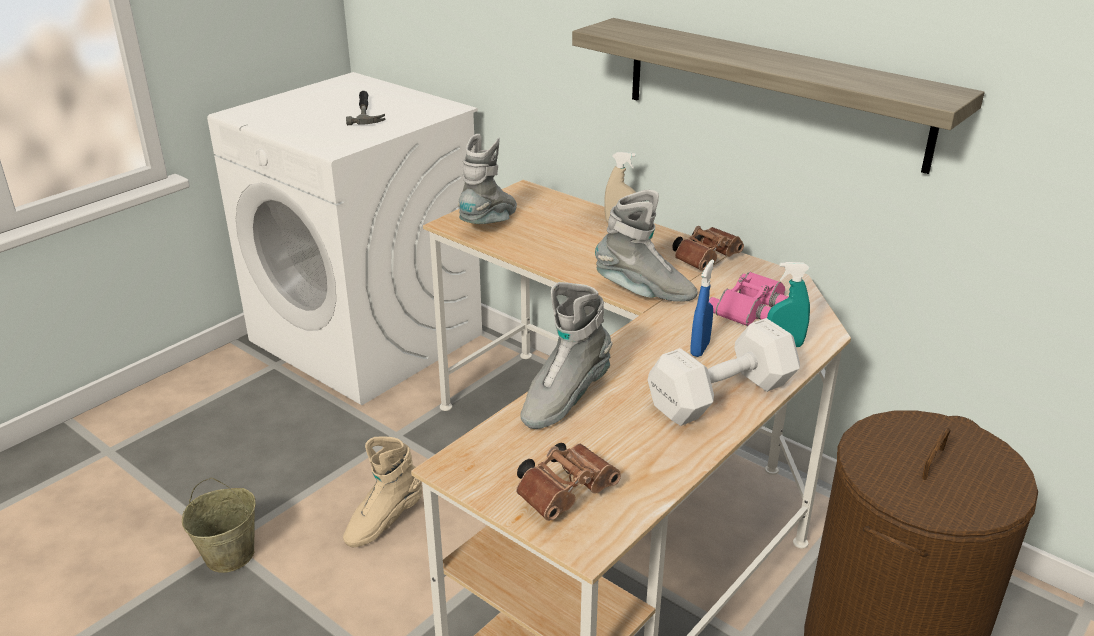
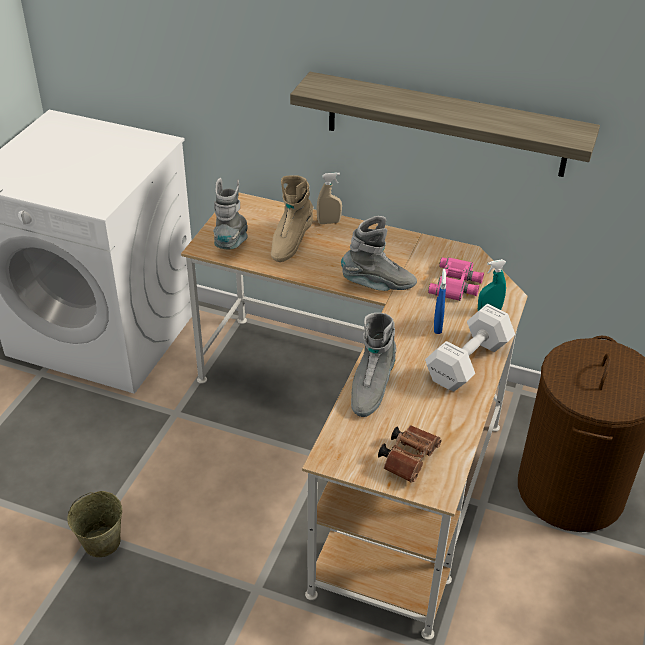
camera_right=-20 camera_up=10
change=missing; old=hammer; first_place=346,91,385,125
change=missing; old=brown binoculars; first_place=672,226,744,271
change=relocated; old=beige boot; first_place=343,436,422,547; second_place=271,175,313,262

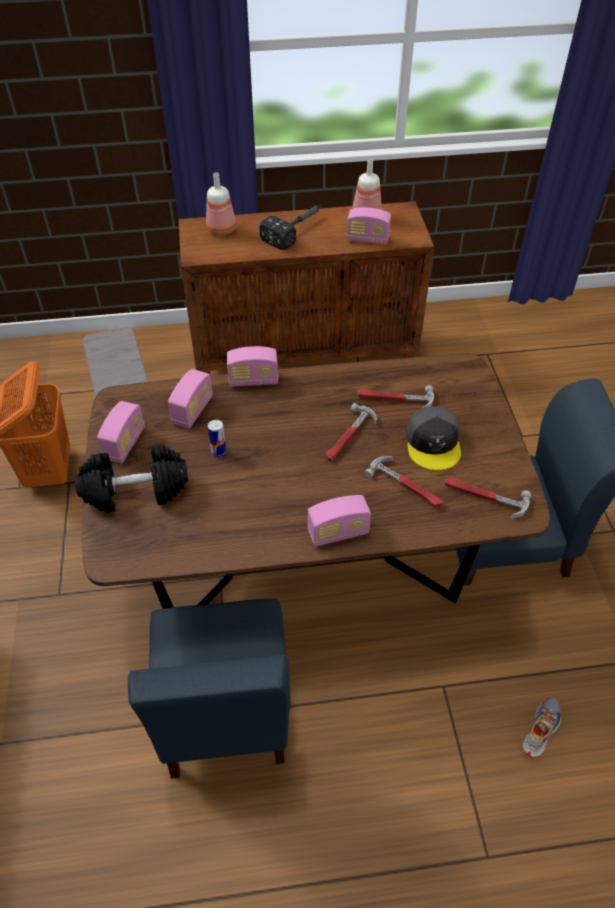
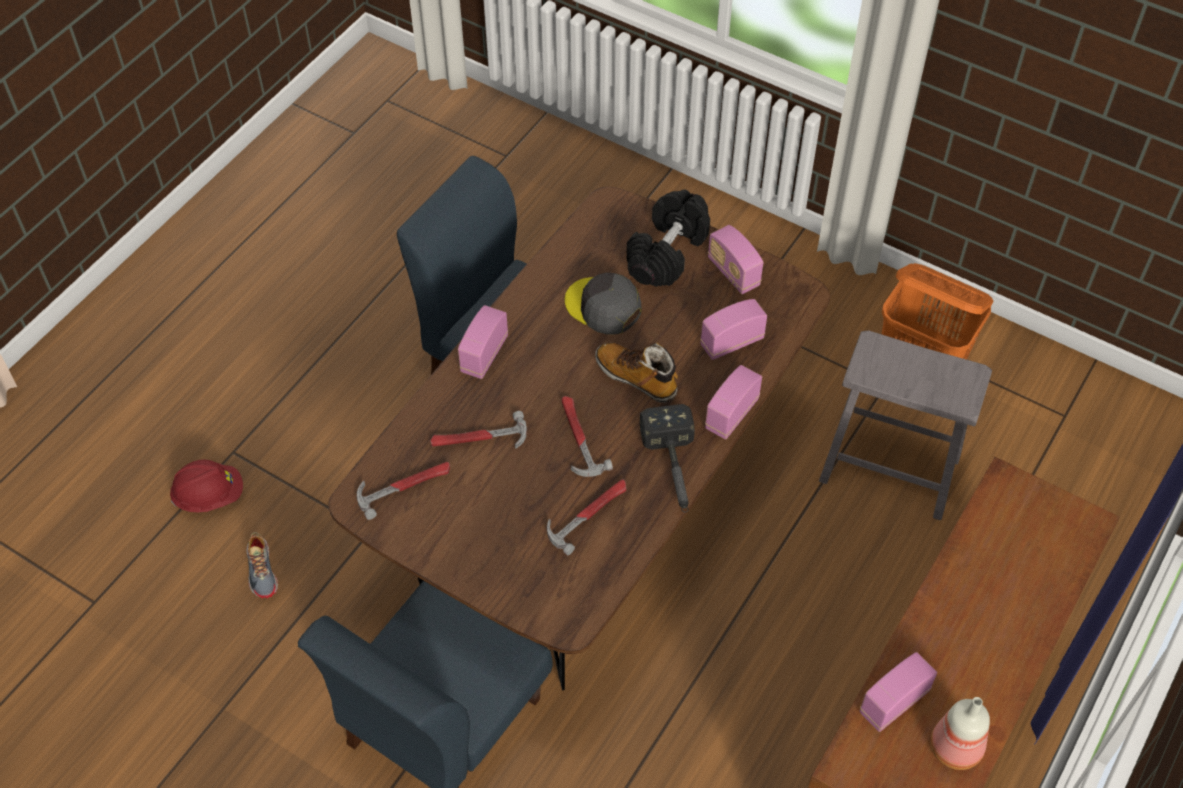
camera_right=130 camera_up=5
change=missing; old=bottle; first_place=206,172,236,236
change=relocated; old=hammer; first_place=259,206,321,250; second_place=640,404,695,512
change=spun; old=radio; first_place=168,369,213,429; second_place=700,299,767,360; degrees=90
change=relocated; old=grey cap; first_place=406,406,461,471; second_place=565,272,642,335
change=missing; old=can; first_place=208,420,226,457
change=appeared; new=boot; second_place=595,342,678,403
change=appeared; new=red hard hat; second_place=170,459,243,513

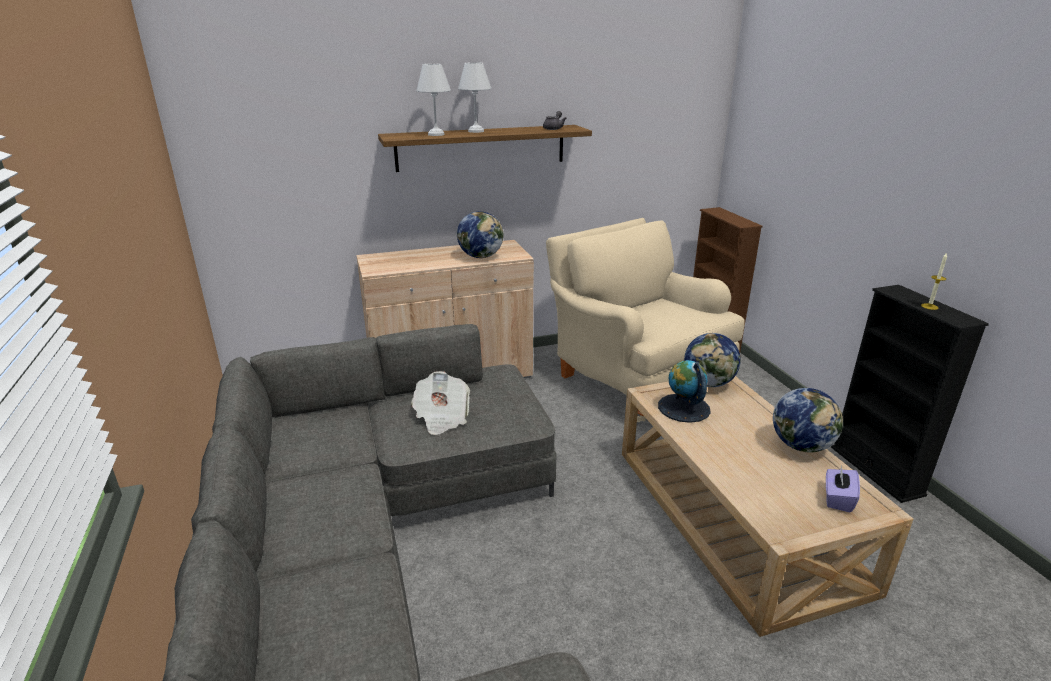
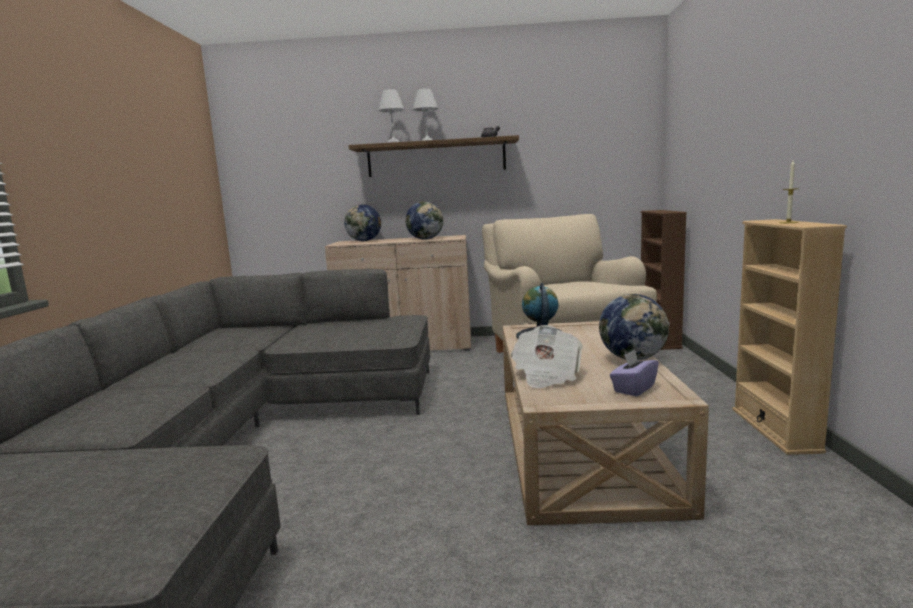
camera_right=20 camera_up=-15
change=colour; old=black bookcase; new=beige bookcase; first_place=831,285,989,503; second_place=732,219,847,455
change=relocated; old=globe; first_place=684,333,741,387; second_place=344,204,381,241
change=relocated; old=newspaper; first_place=411,371,470,435; second_place=511,325,583,388

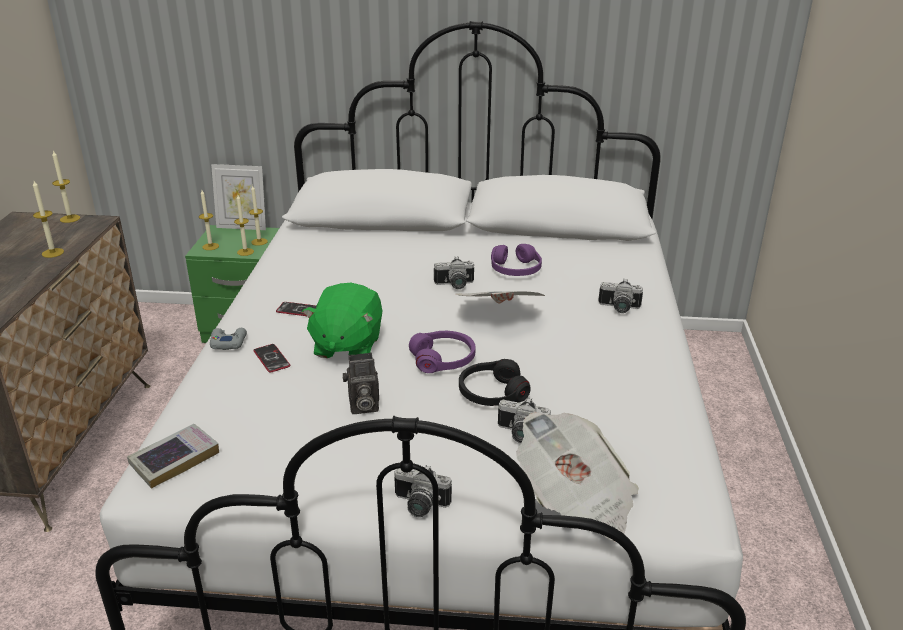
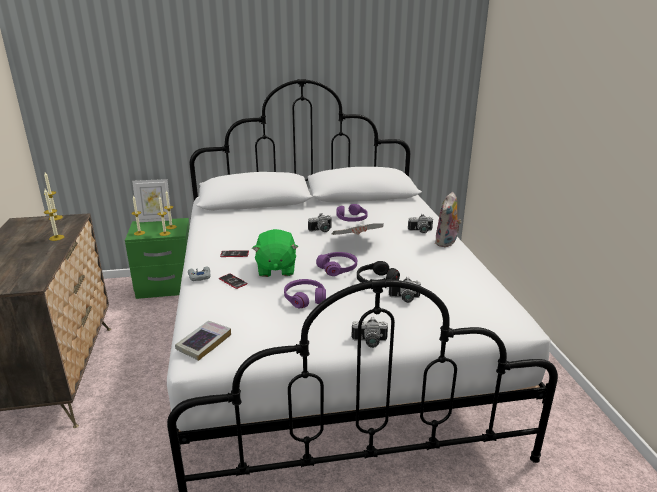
camera_right=-15 camera_up=-5
change=exchanged; old=photo camera; new=purple headphones; first_place=343,353,379,414; second_place=284,279,326,308
change=missing; old=newspaper; first_place=516,412,639,541
change=appeared; new=plush toy; second_place=435,192,462,247

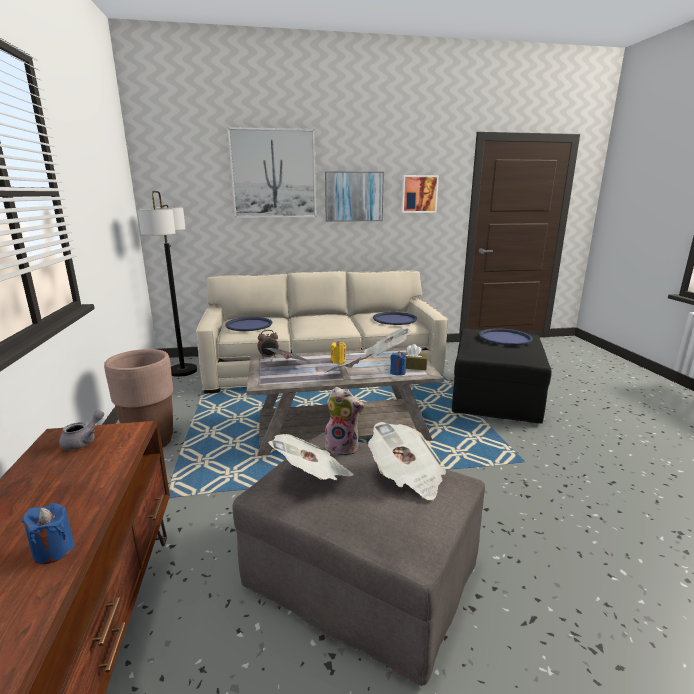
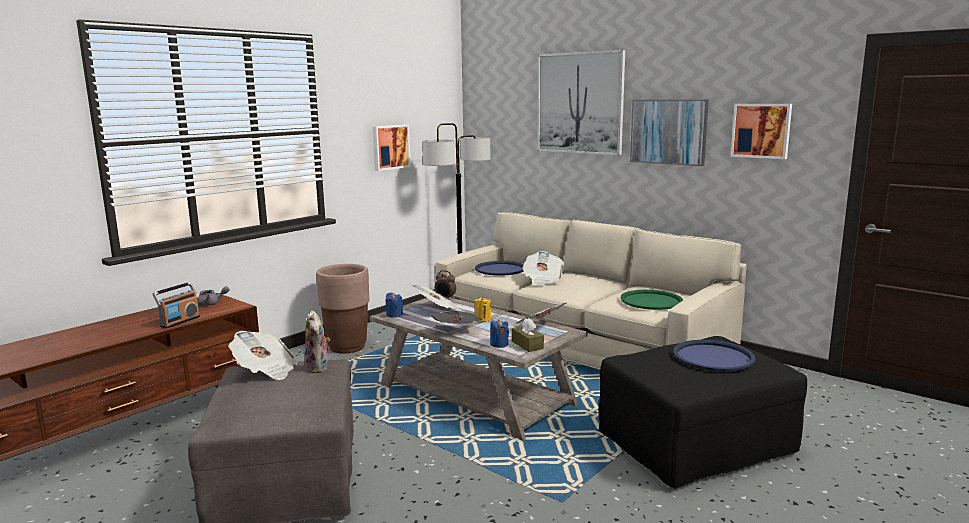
camera_right=50 camera_up=-5
change=colour; old=blue tray; new=green tray; first_place=373,312,417,325; second_place=621,290,683,310
change=relocated; old=newspaper; first_place=368,422,446,500; second_place=522,251,564,286
change=relocated; old=blue candle; first_place=22,503,75,564; second_place=385,293,403,318
change=appeared; new=picture; second_place=373,124,411,171
change=appeared; new=radio; second_place=153,282,200,328

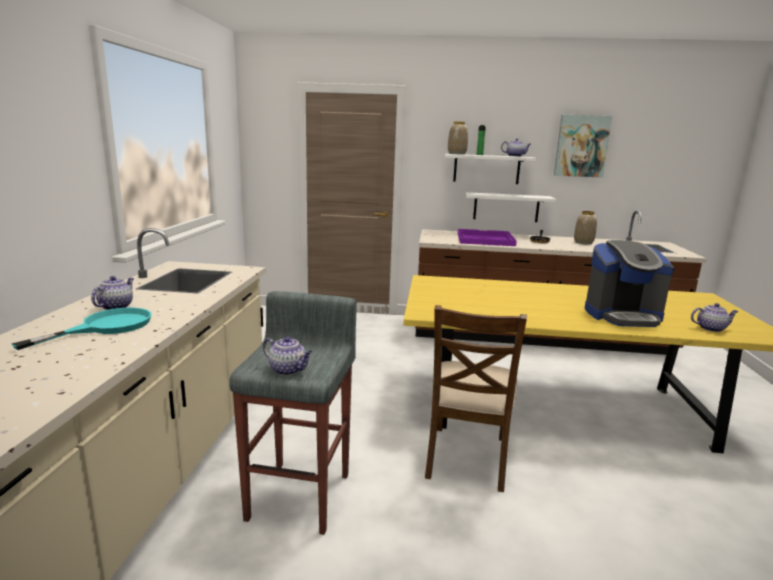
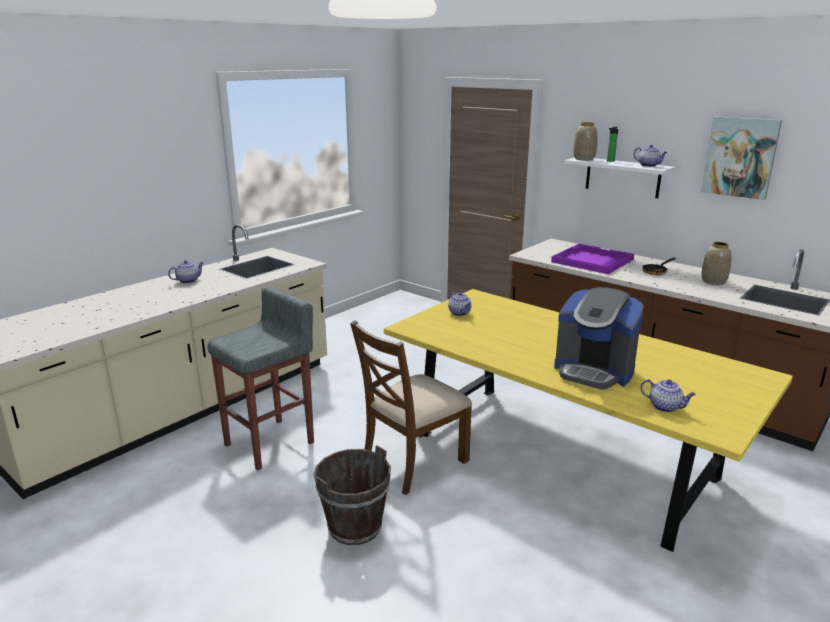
camera_right=35 camera_up=5
change=missing; old=white shelf; first_place=465,192,556,222
change=missing; old=turquoise frying pan; first_place=12,308,151,350
change=relocated; old=teapot; first_place=263,336,313,375; second_place=448,292,472,316
change=appeared; new=brown bucket; second_place=314,445,391,545

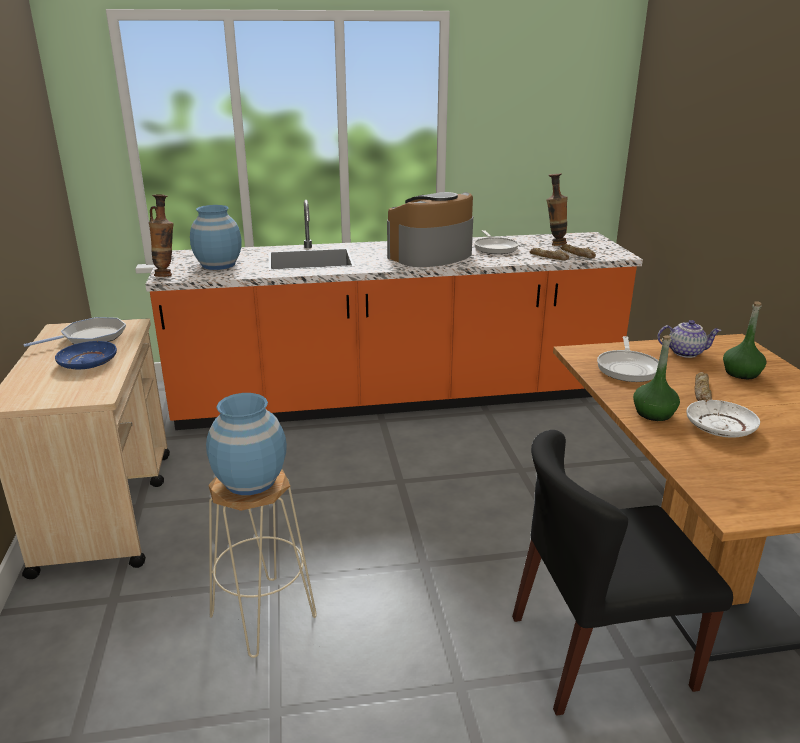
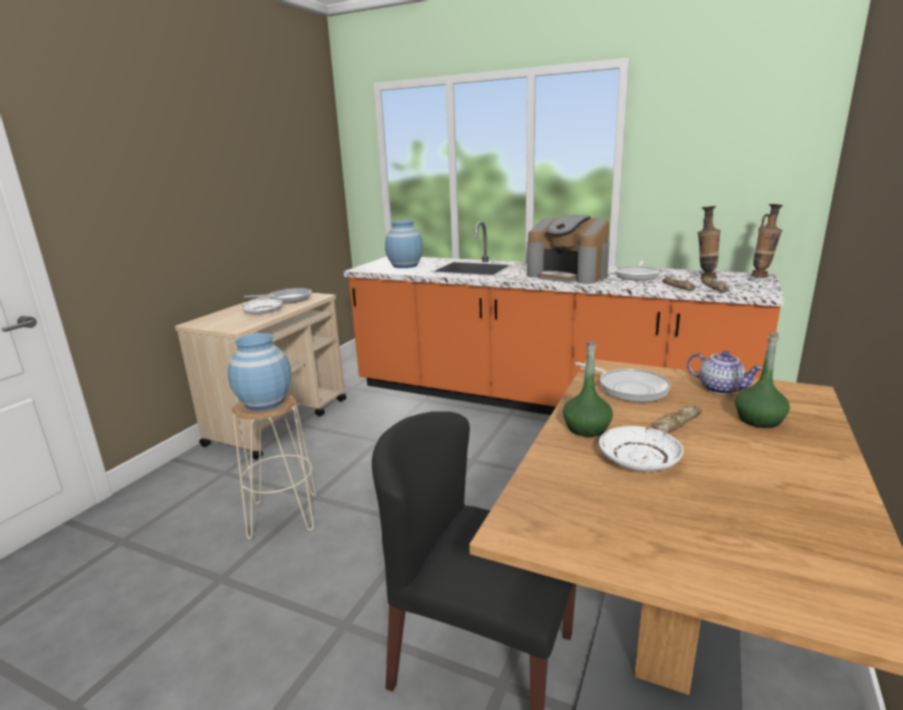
camera_right=35 camera_up=-5
change=spun; old=coffee machine; first_place=387,192,473,267; second_place=527,215,609,284; degrees=-135
change=relocated; old=vase; first_place=149,194,174,277; second_place=751,204,784,277
change=spun; old=frying pan; first_place=597,336,659,382; second_place=575,362,671,402; degrees=-90
change=colour; old=blue plate; new=white plate; first_place=55,341,117,369; second_place=241,299,282,314

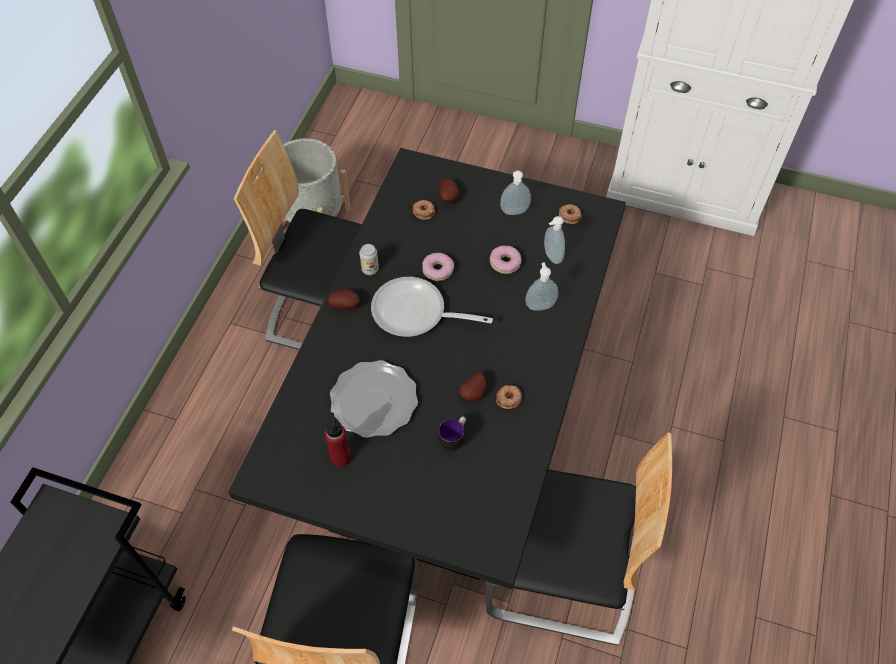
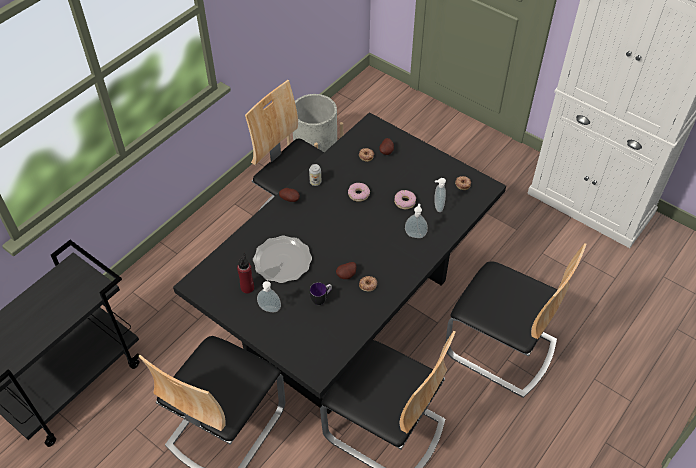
camera_right=20 camera_up=-5
change=relocated; old=soap dispenser; first_place=500,171,531,215; second_place=257,281,281,312
change=missing; old=frying pan; first_place=371,277,493,337
change=appeared; new=chair; second_place=445,243,586,398

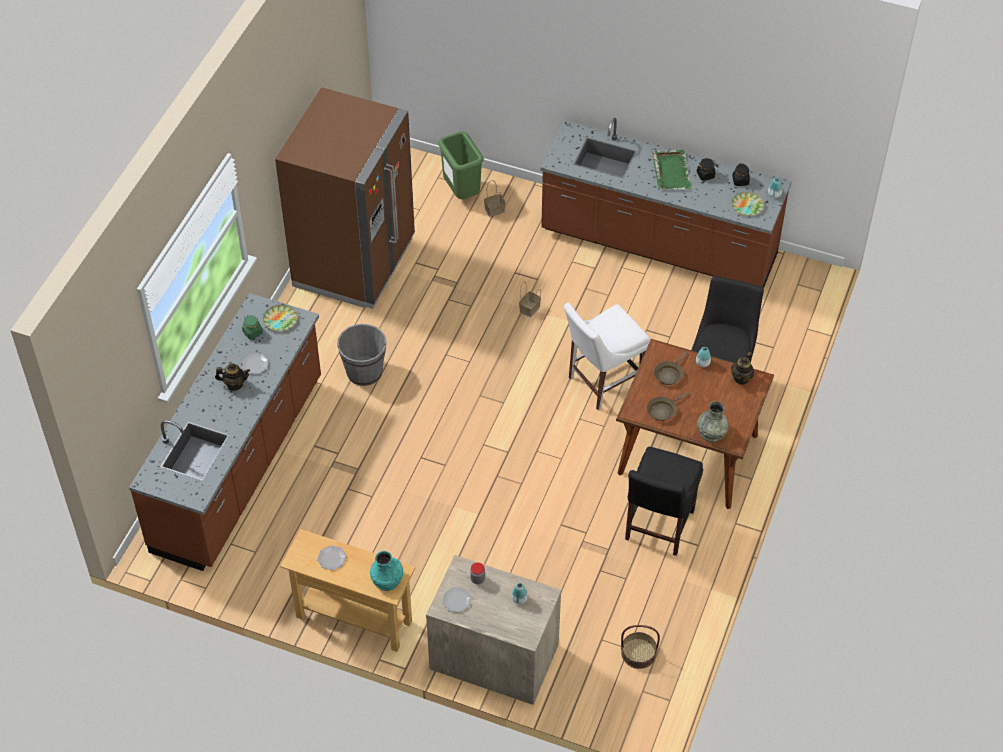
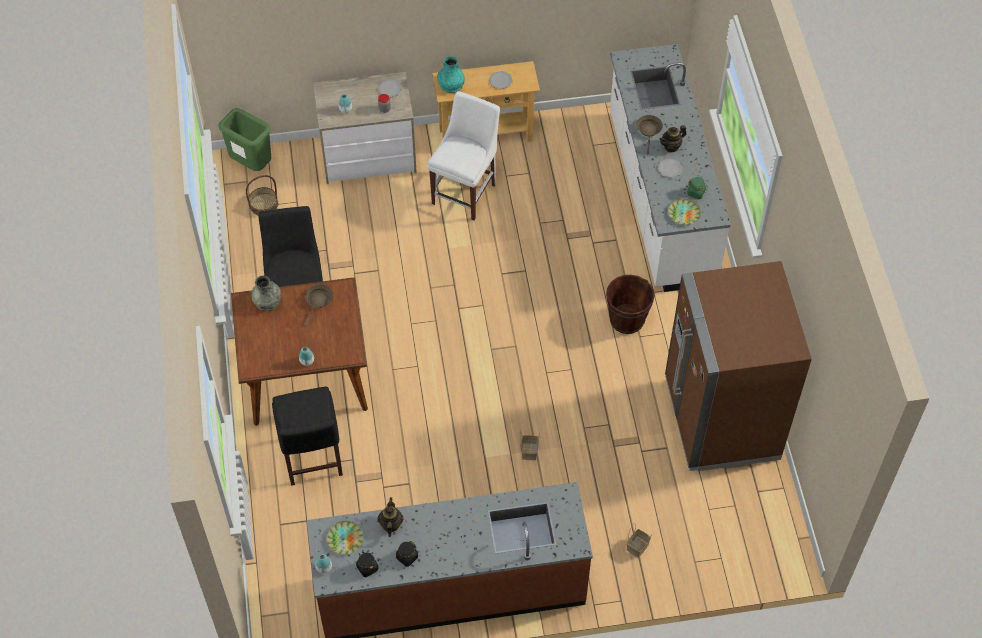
camera_right=150 camera_up=5
change=relocated; old=green trash can; first_place=438,132,484,199; second_place=218,108,271,171
change=missing; old=green tray; first_place=652,150,692,189
change=colour; old=brown counter; new=white counter; first_place=129,293,321,571; second_place=610,44,731,292
change=relocated; old=white chair; first_place=564,303,650,411; second_place=427,91,500,220
change=colour; old=grey bucket; new=brown bucket; first_place=337,324,387,386; second_place=606,275,655,334
change=relocated; old=brown frying pan; first_place=654,351,689,385; second_place=636,115,663,154
change=relocated; old=teapot; first_place=731,352,754,385; second_place=377,497,404,537

